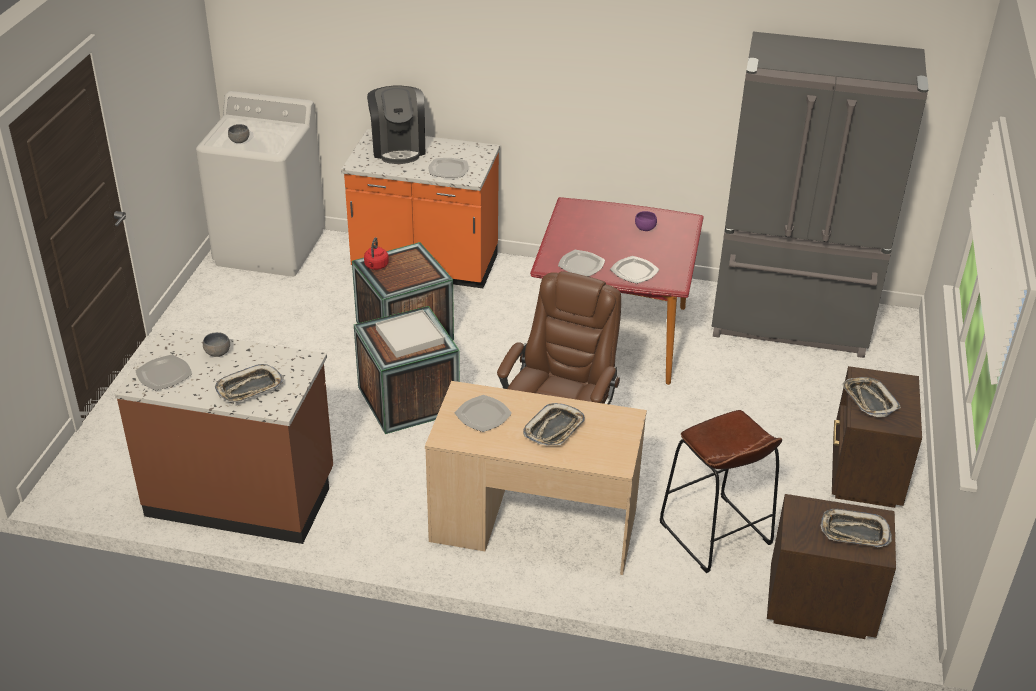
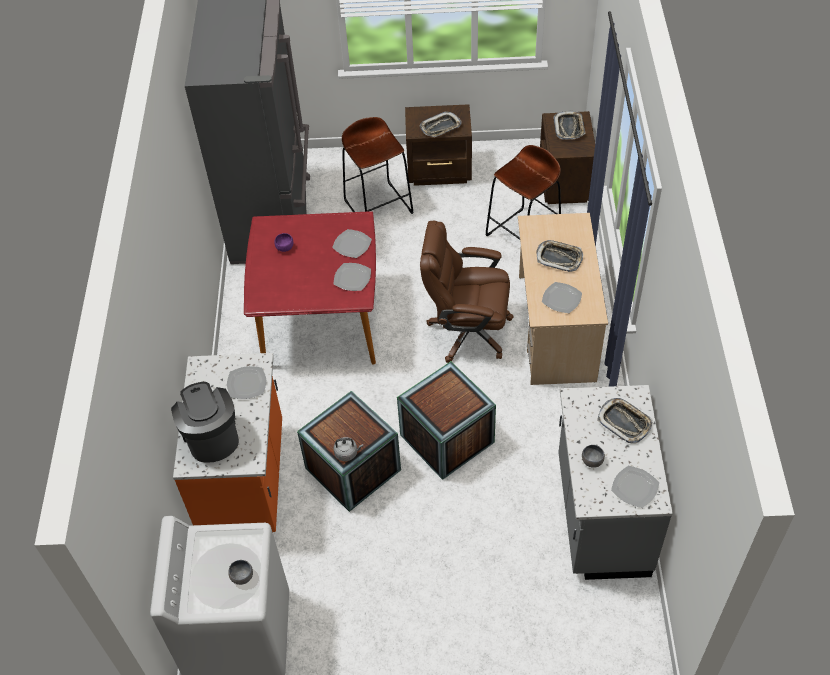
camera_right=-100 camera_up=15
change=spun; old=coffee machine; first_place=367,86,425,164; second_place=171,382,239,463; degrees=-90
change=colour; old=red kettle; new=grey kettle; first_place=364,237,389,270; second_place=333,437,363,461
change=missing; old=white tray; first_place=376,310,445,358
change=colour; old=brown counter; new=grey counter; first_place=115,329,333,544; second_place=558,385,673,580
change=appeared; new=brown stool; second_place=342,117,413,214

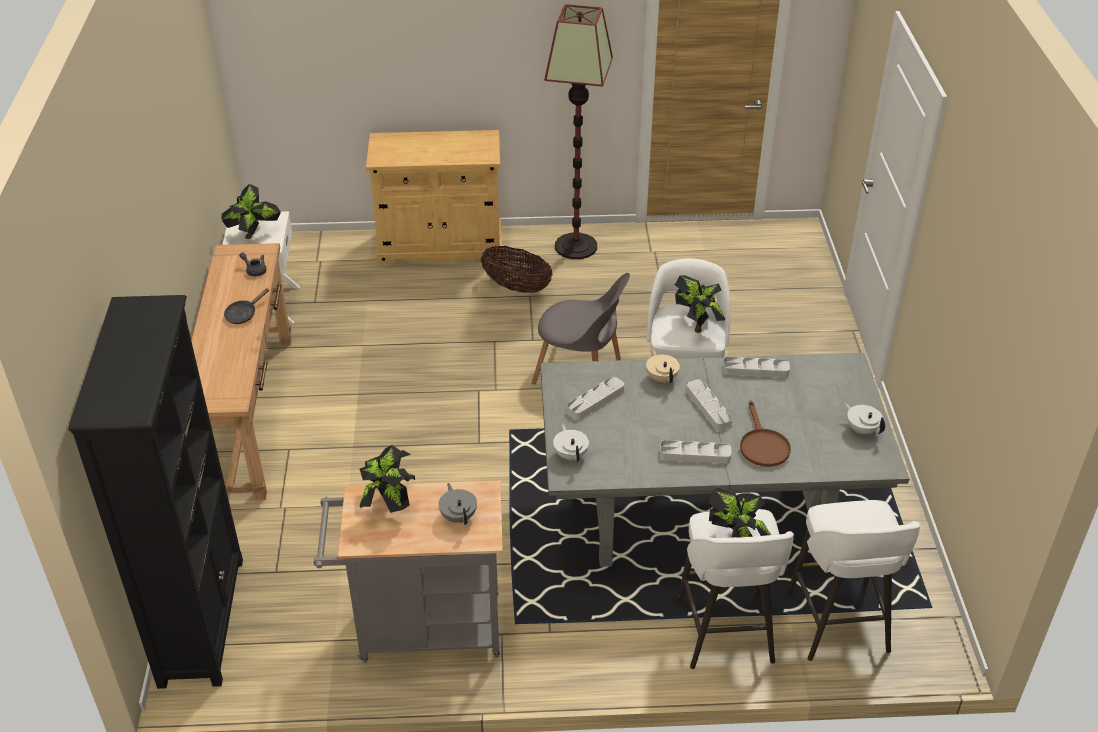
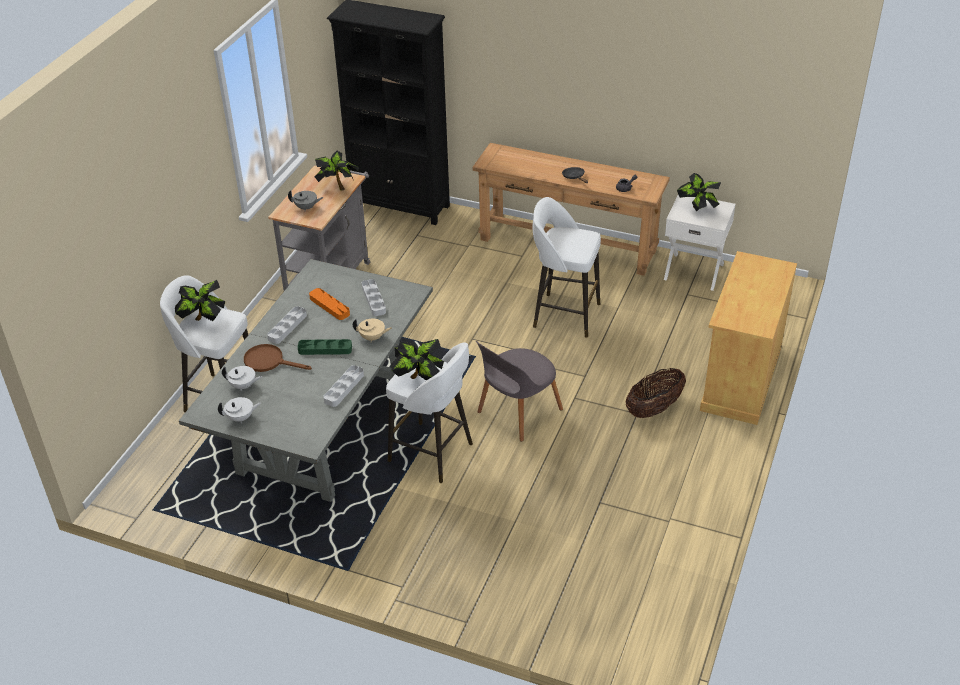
camera_right=115 camera_up=0
change=missing; old=floor lamp; first_place=544,4,613,259
change=colour; old=grey tray; new=green tray; first_place=686,379,732,431; second_place=298,339,352,355
change=relocated; old=white teapot; first_place=553,424,589,462; second_place=222,366,263,391
change=relocated; old=white stool; first_place=787,500,921,661; second_place=533,197,601,338
change=appeared; new=orange tray; second_place=309,288,350,320

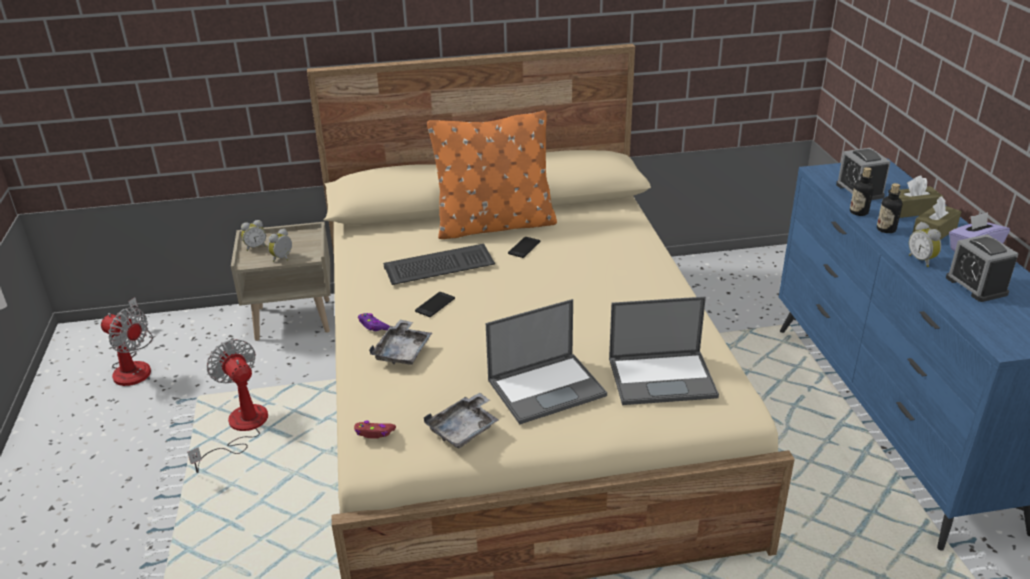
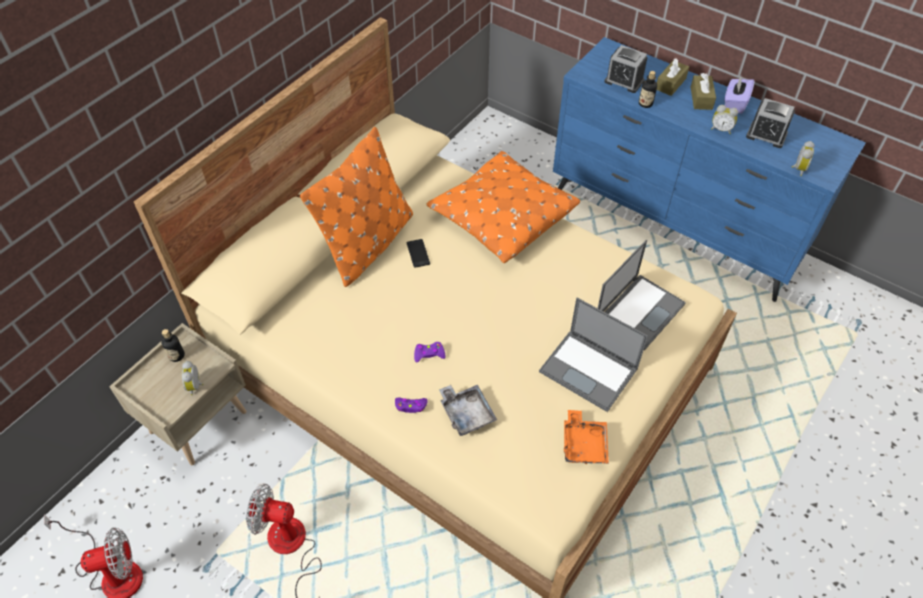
camera_right=-45 camera_up=20
change=relocated; old=bottle; first_place=877,183,902,233; second_place=161,329,185,362
change=relocated; old=alarm clock; first_place=241,220,266,251; second_place=792,141,814,176
change=missing; old=keyboard; first_place=383,244,495,285
change=exchanged; old=phone; new=purple game controller; first_place=415,292,455,317; second_place=414,342,446,362
change=spun; old=laptop; first_place=486,299,607,425; second_place=539,298,648,412; degrees=105
change=colour; old=grey tray; new=orange tray; first_place=424,393,499,449; second_place=564,410,609,464
change=missing; old=red game controller; first_place=354,420,396,439
change=appeared; new=orange pillow; second_place=427,151,580,263

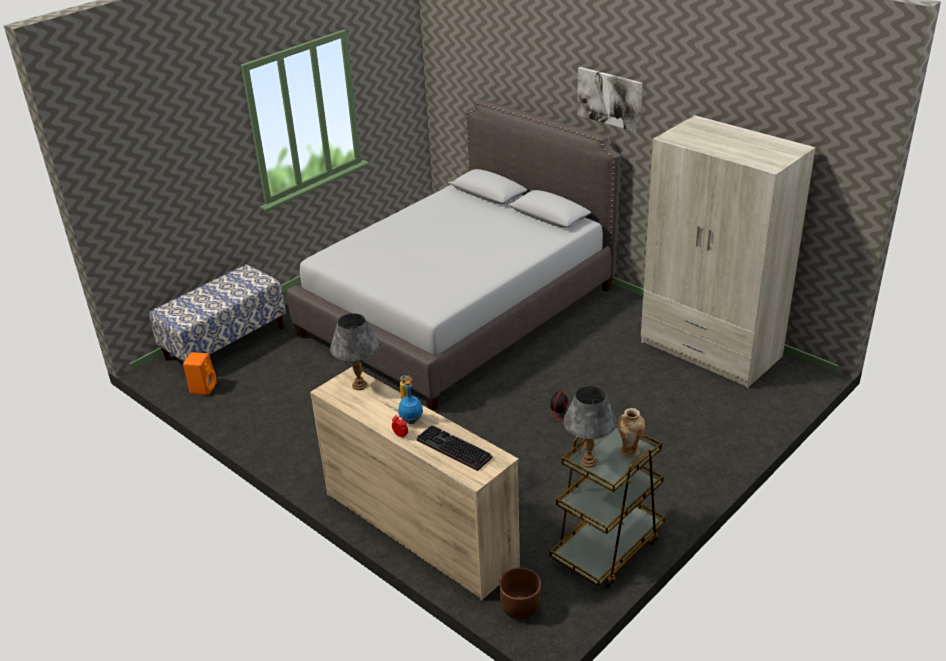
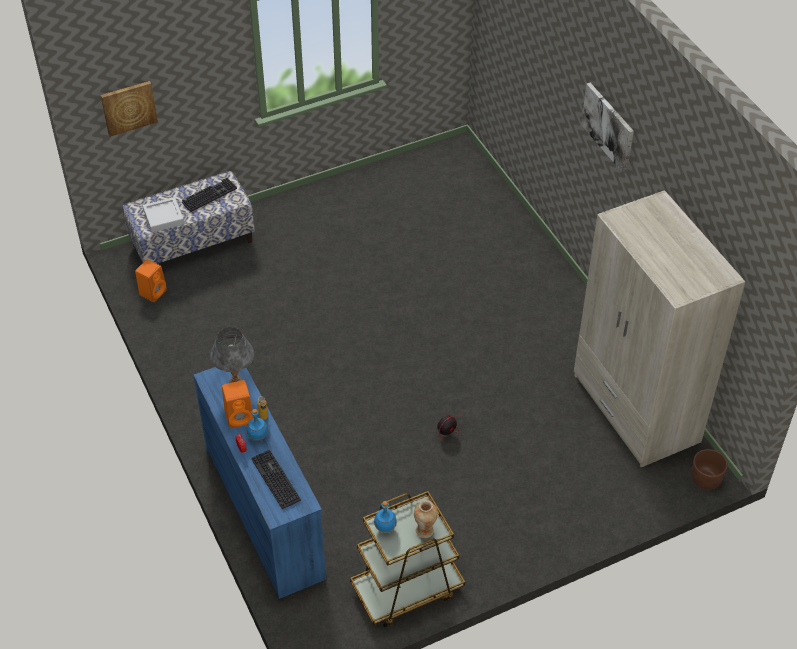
camera_right=20 camera_up=15
change=missing; old=grey bed; first_place=287,99,621,411
change=colour; old=beige dresser; new=blue dresser; first_place=310,366,520,600; second_place=193,367,326,599
change=exchanged; old=grey table lamp; new=blue bottle; first_place=563,386,617,467; second_place=374,501,397,533
change=relocated; old=brown planter; first_place=499,567,541,620; second_place=691,449,728,490
change=appeared; new=picture; second_place=101,81,158,137
change=appeared; new=keyboard; second_place=182,178,237,212
change=appeared; new=grey tray; second_place=143,197,184,233
change=appeared; new=orange speaker; second_place=222,380,254,428

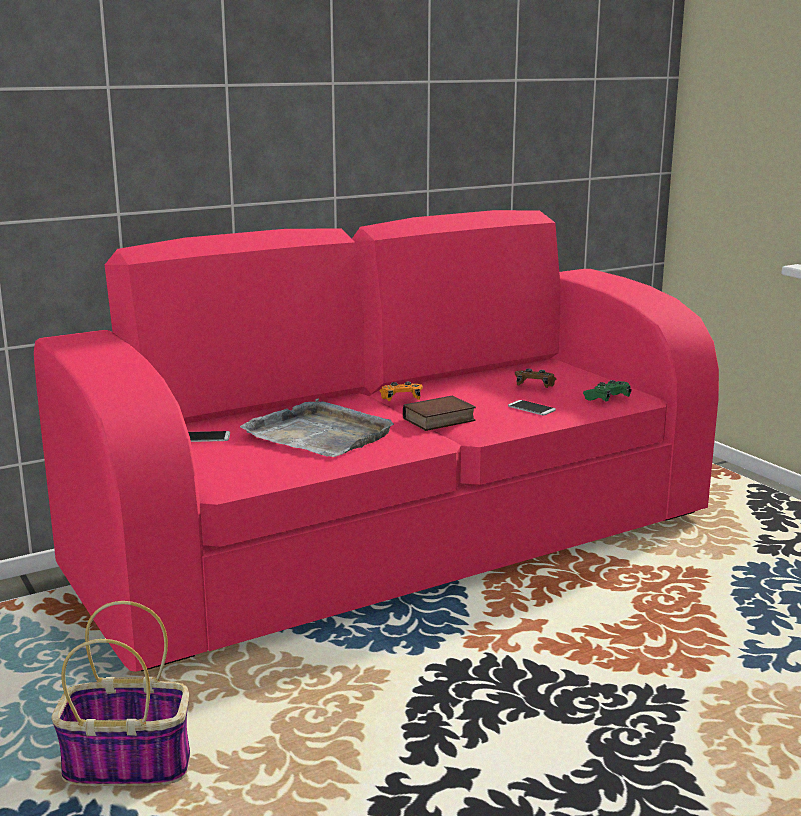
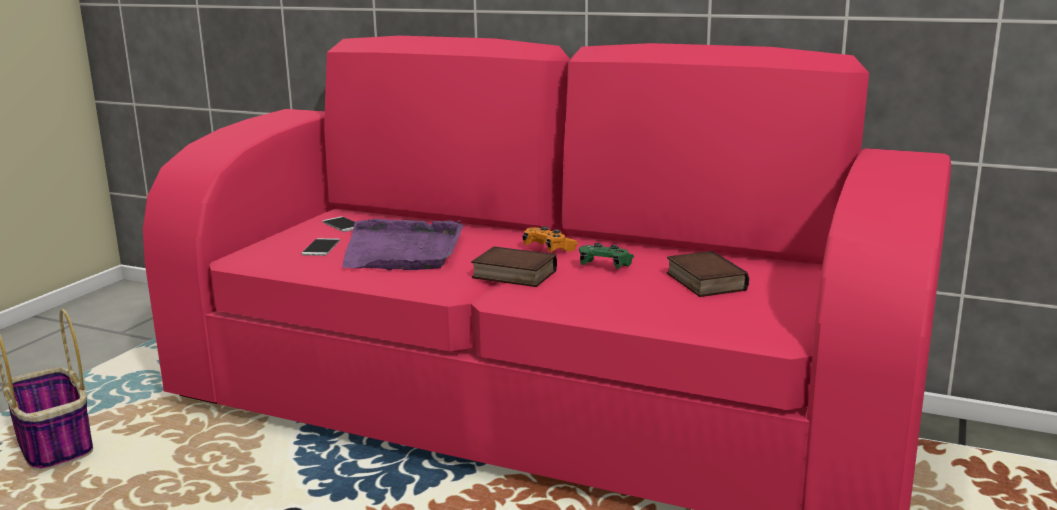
camera_right=55 camera_up=0
change=exchanged; old=brown game controller; new=book; first_place=515,369,556,388; second_place=667,251,749,297
change=relocated; old=green game controller; first_place=583,380,631,402; second_place=579,243,634,269
change=colour; old=grey tray; new=purple tray; first_place=240,399,394,457; second_place=342,219,464,270
change=relocated; old=phone; first_place=508,400,556,415; second_place=301,238,340,256

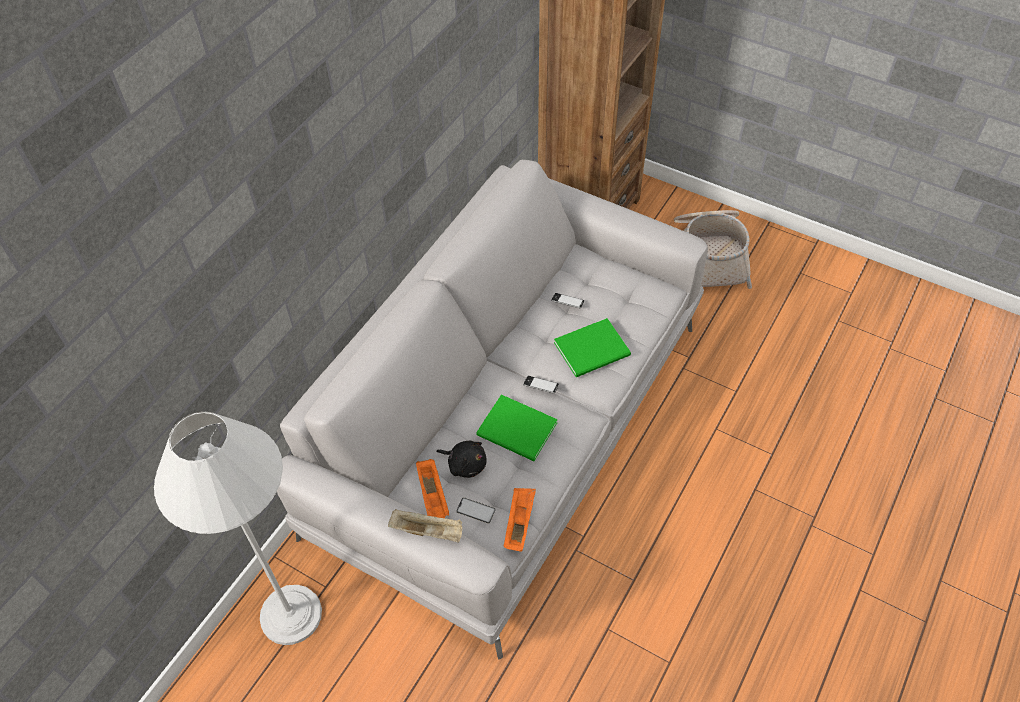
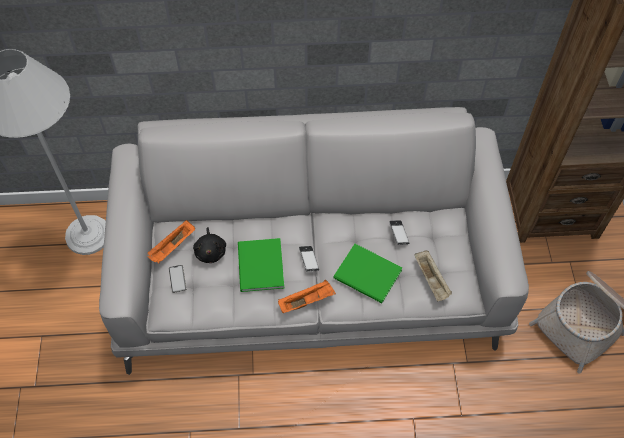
camera_right=55 camera_up=5
change=relocated; old=orange tray; first_place=503,488,536,552; second_place=278,280,336,313
change=relocated; old=beige tray; first_place=388,509,462,543; second_place=415,250,452,301

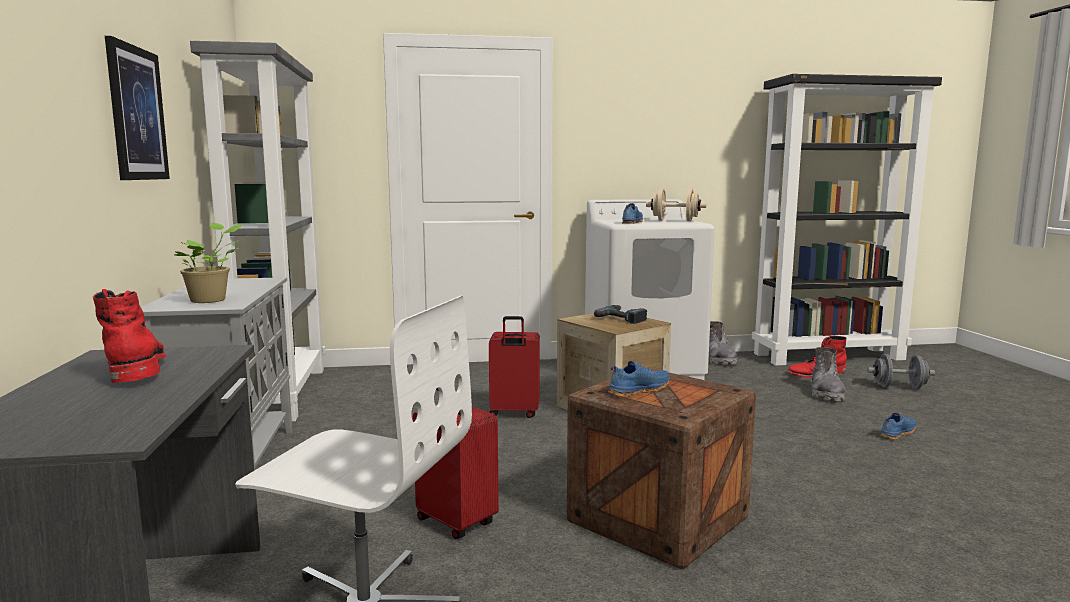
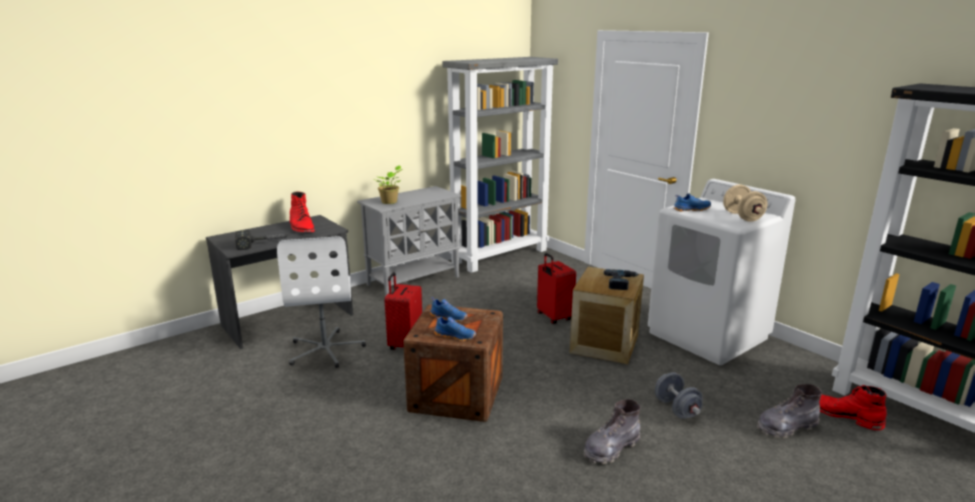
camera_right=60 camera_up=10
change=missing; old=picture; first_place=105,36,170,180
change=spun; old=red boot; first_place=93,289,167,383; second_place=290,191,315,232; degrees=120
change=relocated; old=grey boot; first_place=708,321,737,365; second_place=584,399,641,464
change=relocated; old=grey dumbbell; first_place=867,354,935,389; second_place=655,372,703,419
change=relocated; old=blue shoe; first_place=880,412,916,440; second_place=434,315,476,341
change=appeared; new=hammer; second_place=235,230,290,250

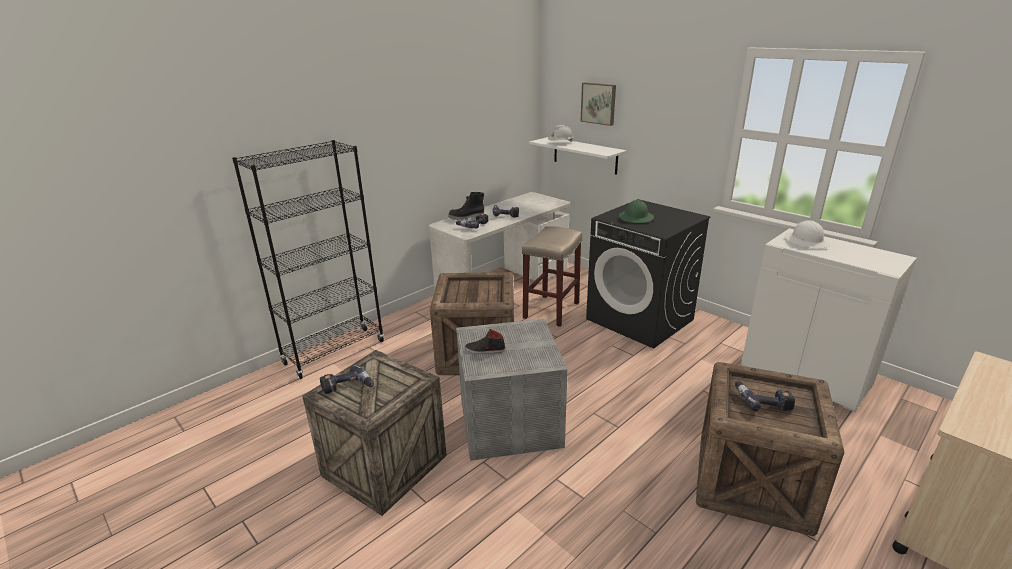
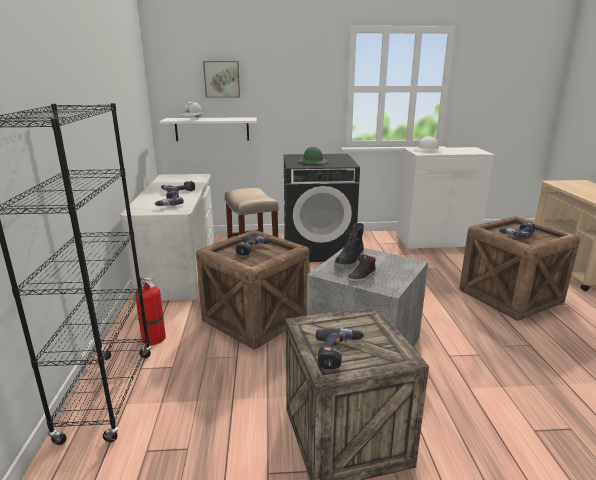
camera_right=-50 camera_up=-5
change=relocated; old=black boot; first_place=448,192,484,220; second_place=334,223,364,269
change=appeared; new=power drill; second_place=236,236,272,256
change=appeared; new=fire extinguisher; second_place=135,277,166,345

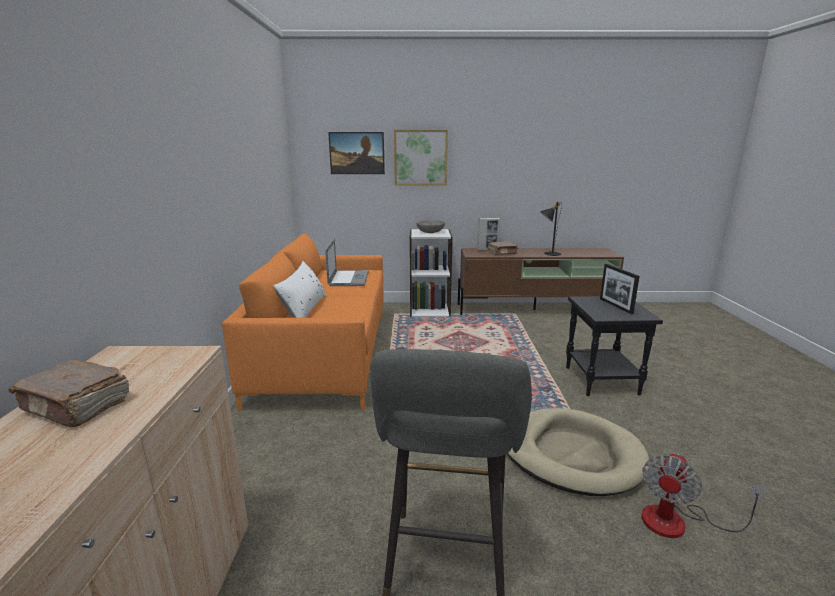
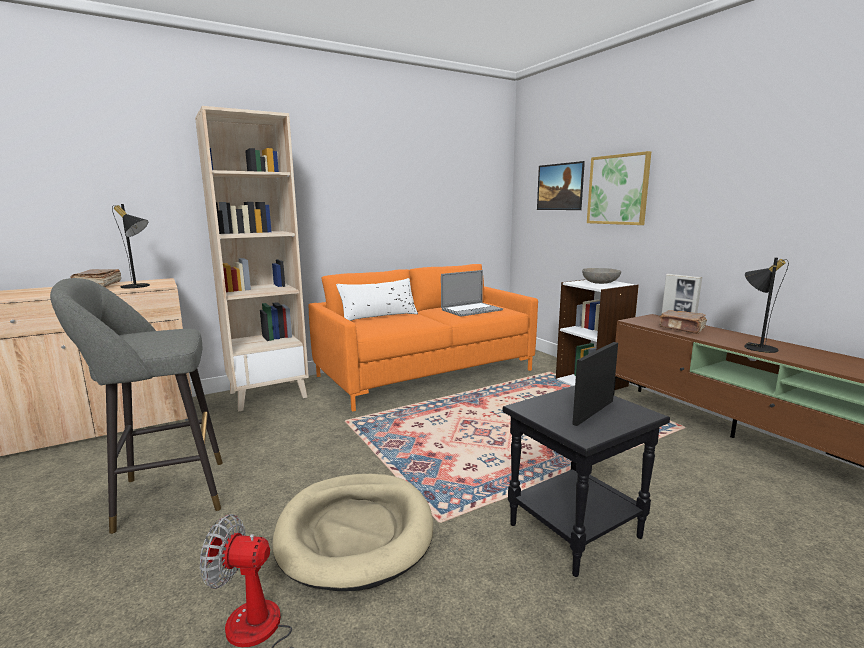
camera_right=60 camera_up=-5
change=appeared; new=beige bookcase; second_place=195,106,309,412
change=appeared; new=black table lamp; second_place=112,204,150,288

